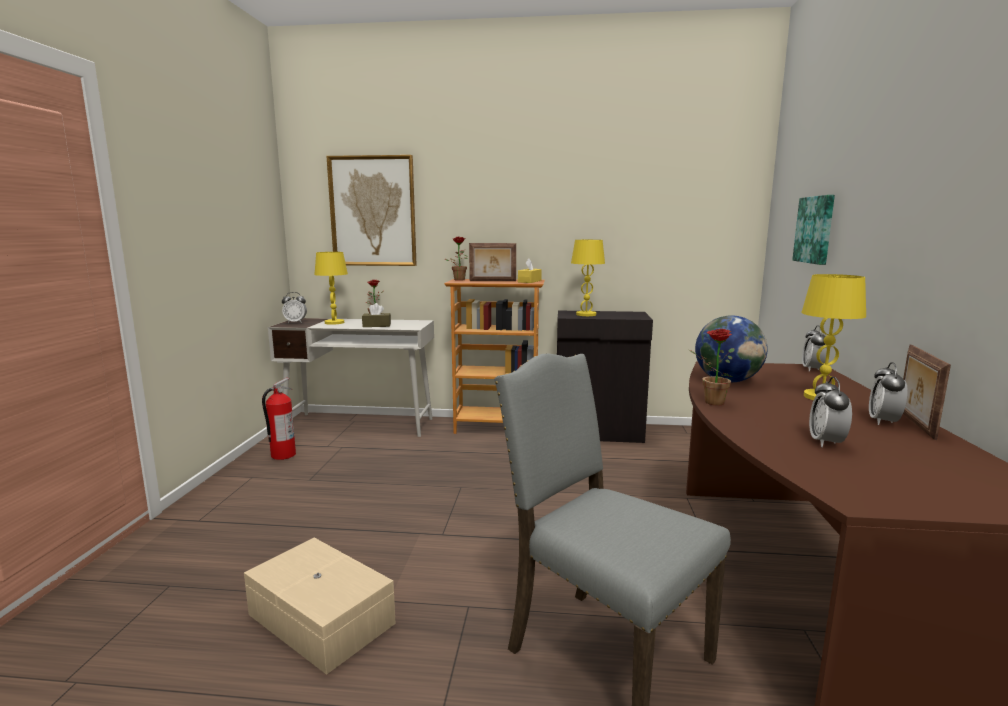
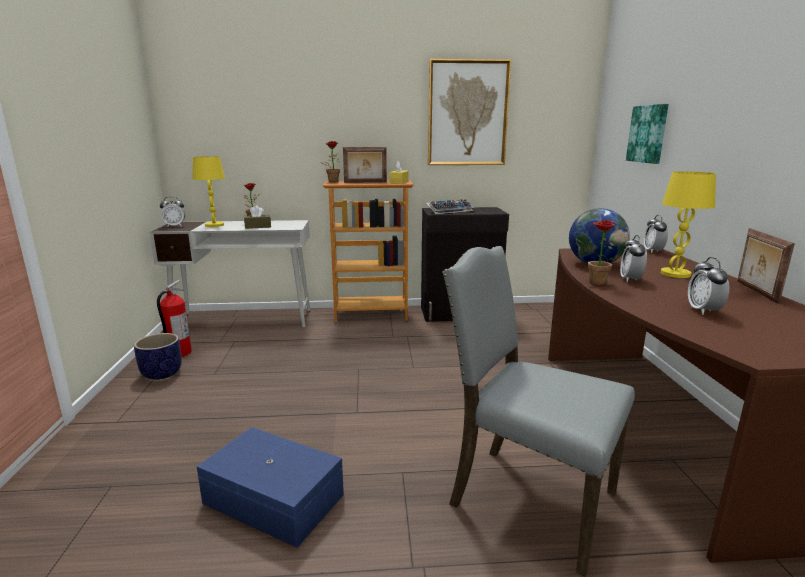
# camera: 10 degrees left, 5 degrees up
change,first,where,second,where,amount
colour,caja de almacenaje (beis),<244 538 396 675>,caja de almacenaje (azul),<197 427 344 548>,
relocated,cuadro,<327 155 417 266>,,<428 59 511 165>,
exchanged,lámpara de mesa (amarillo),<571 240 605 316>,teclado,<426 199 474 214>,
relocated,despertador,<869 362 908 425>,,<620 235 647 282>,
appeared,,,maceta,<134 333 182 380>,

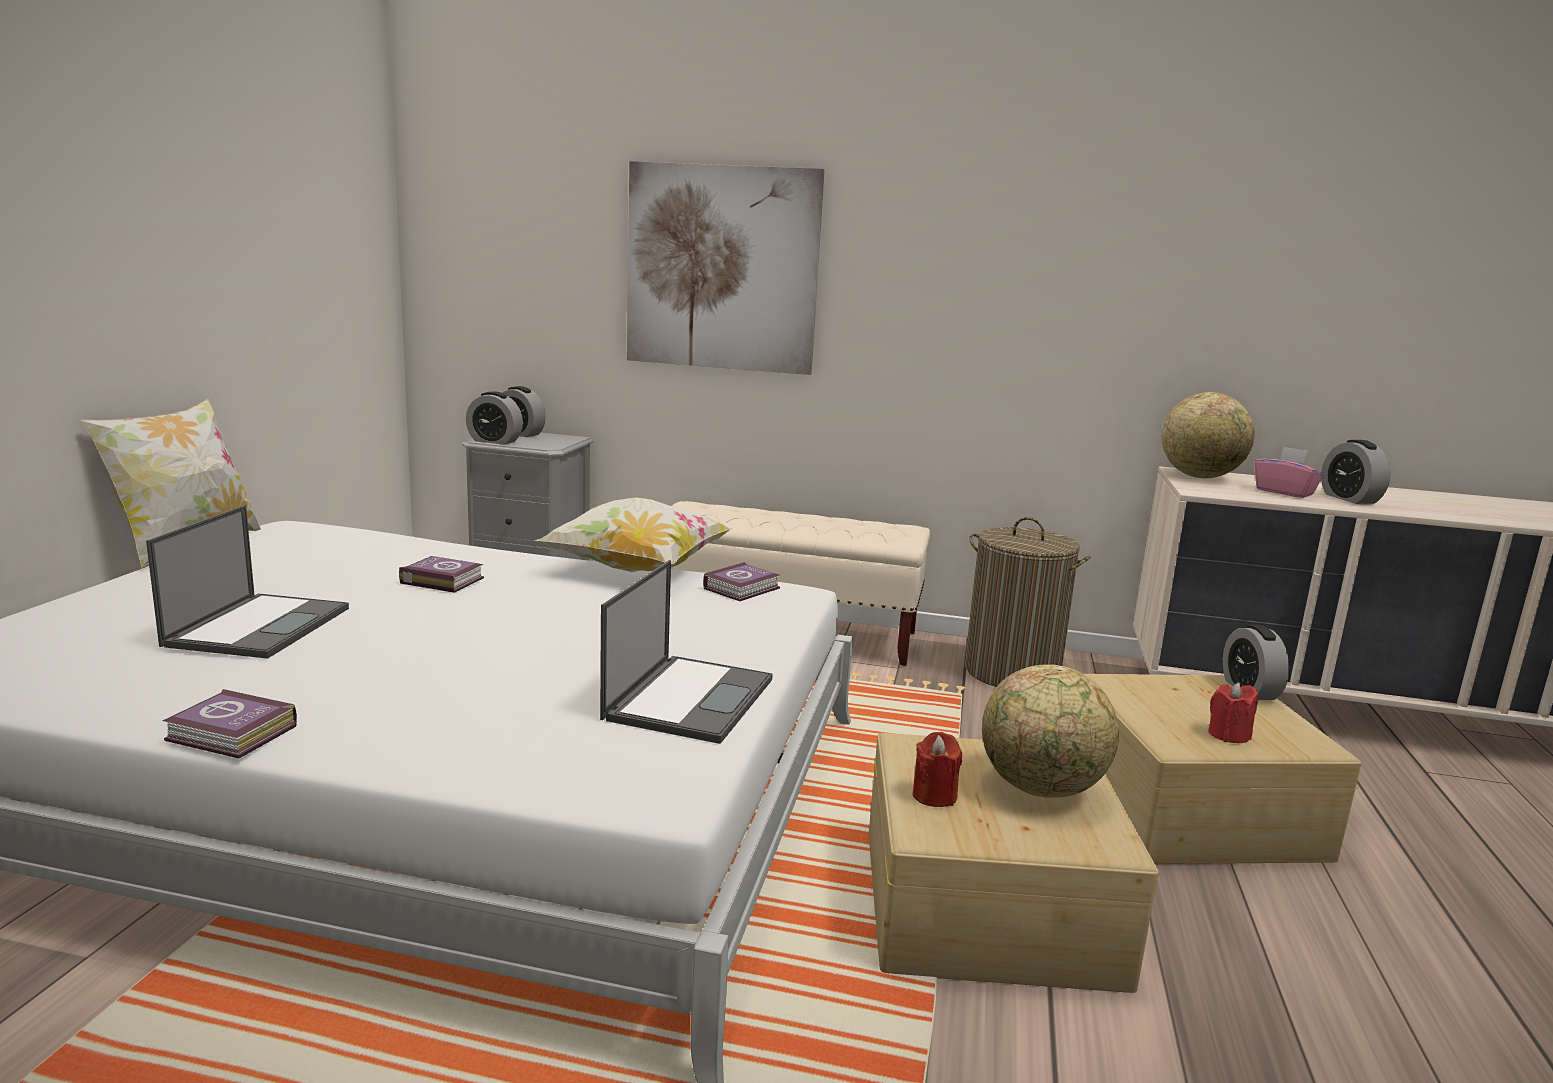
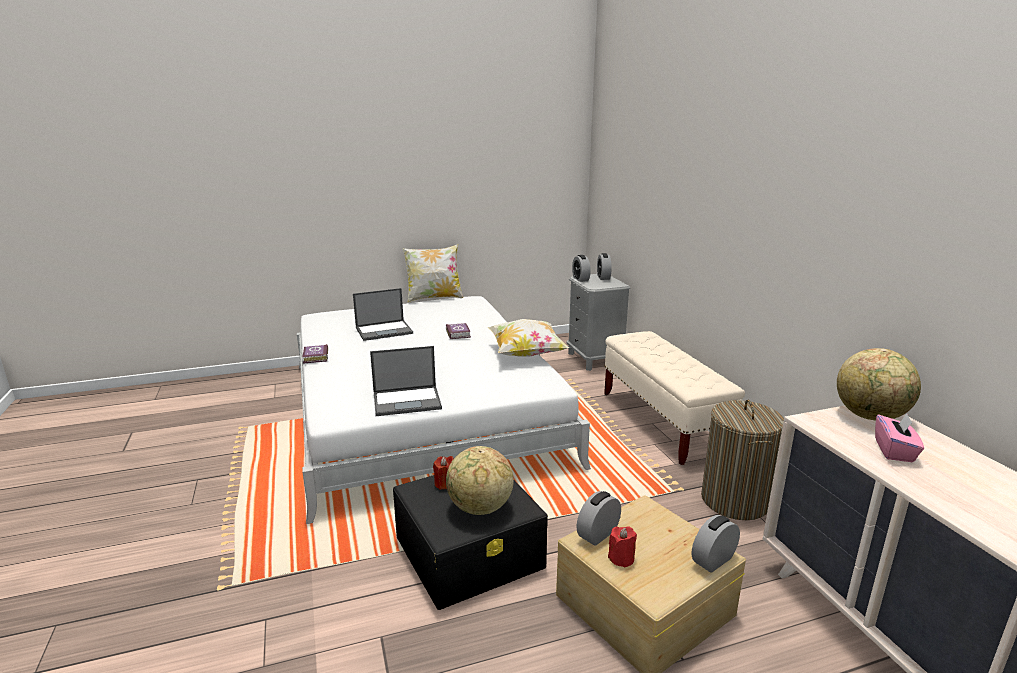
# camera: 60 degrees right, 5 degrees up
change,first,where,second,where,amount
missing,cuadro,<627 161 825 375>,,,
missing,libro,<703 562 780 601>,,,
colour,caja de almacenaje (beis),<869 733 1159 993>,caja de almacenaje (negro),<393 475 548 610>,
relocated,despertador,<1322 440 1391 504>,,<576 491 621 546>,

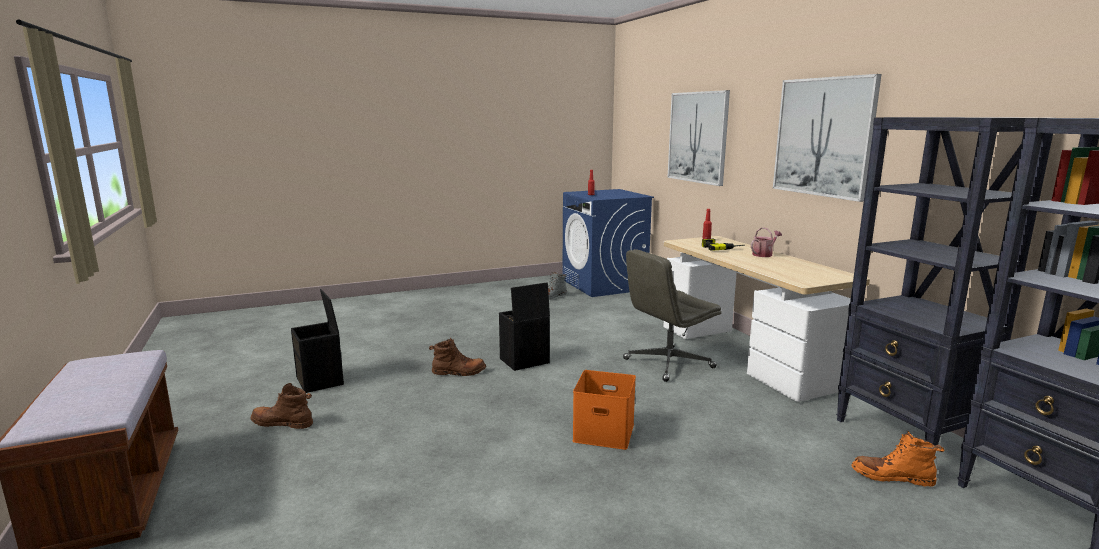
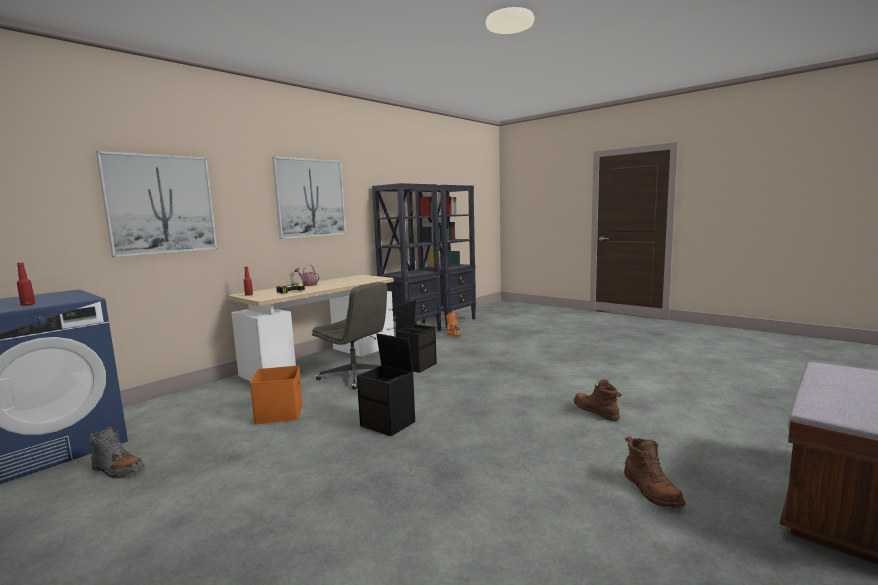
# camera: 115 degrees left, 5 degrees down
change,first,where,second,where,amount
relocated,caja de almacenaje (negro),<291 289 344 393>,,<396 300 437 373>,
relocated,bota (marrón),<429 338 486 376>,,<574 380 621 421>,
relocated,caja de almacenaje (naranja),<573 370 636 450>,,<250 366 303 424>,

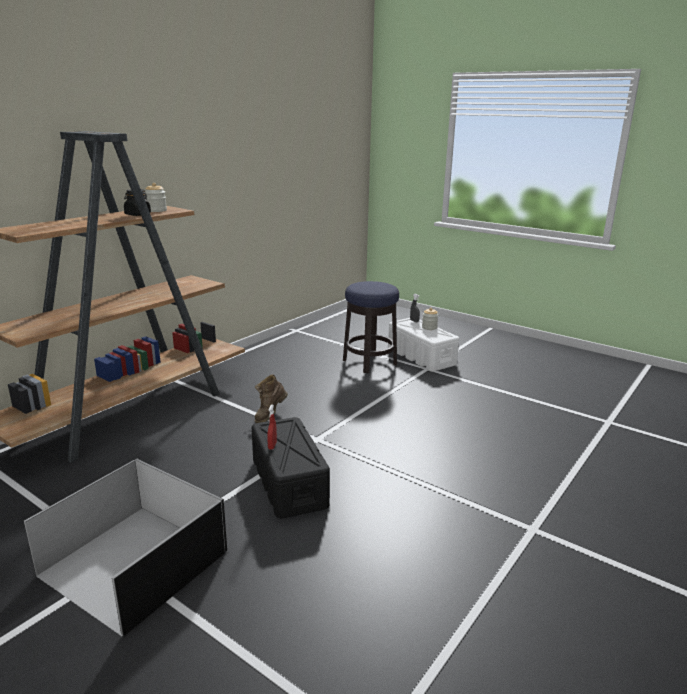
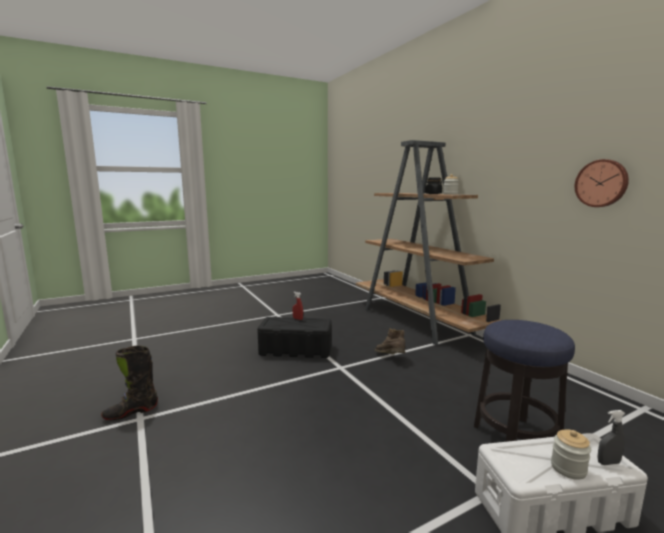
# camera: 115 degrees right, 10 degrees down
change,first,where,second,where,amount
missing,caja de almacenaje (negro),<24 459 227 637>,,,
appeared,,,bota (negro),<101 345 158 420>,
appeared,,,reloj de pared,<575 159 629 207>,

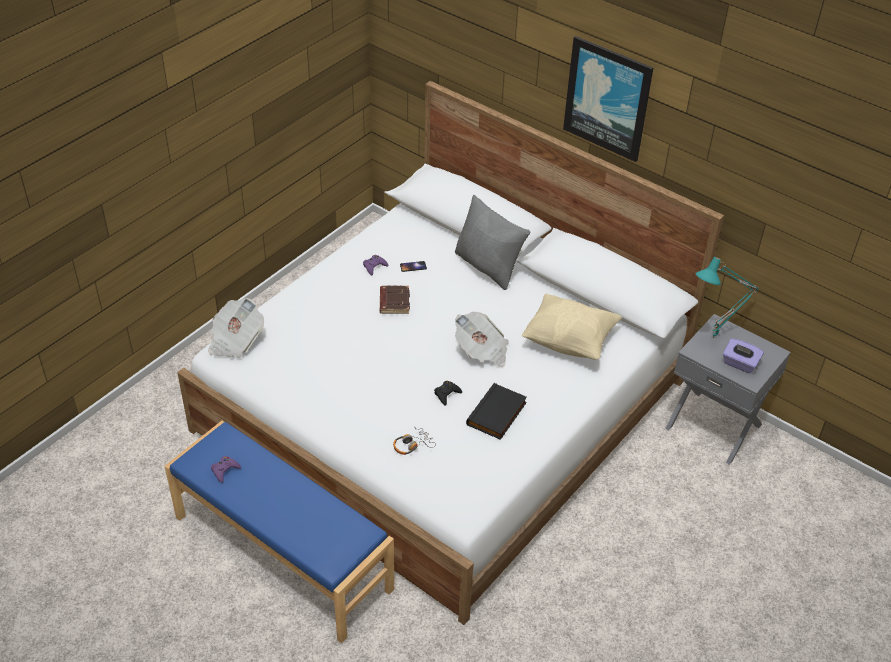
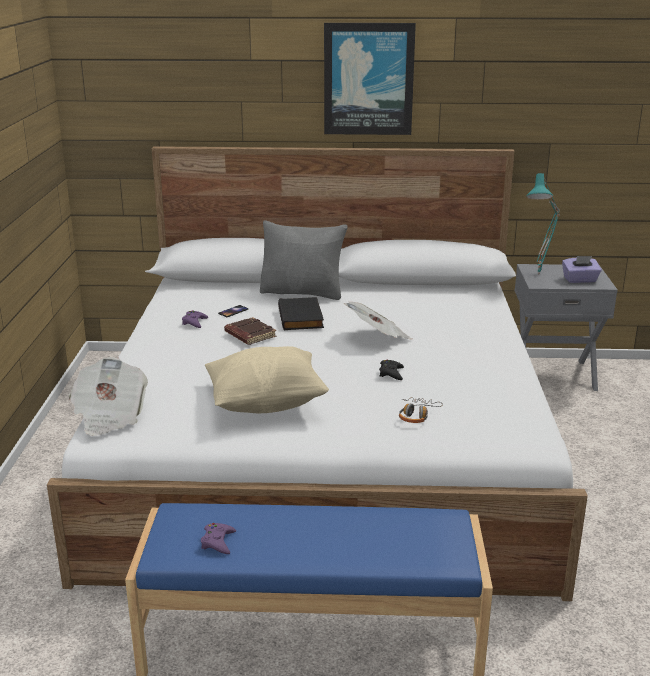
# camera: 35 degrees left, 20 degrees down
change,first,where,second,where,amount
relocated,libro (negro),<466 383 527 440>,,<278 297 324 330>,
relocated,cojín (beis),<522 293 622 360>,,<205 346 329 413>,

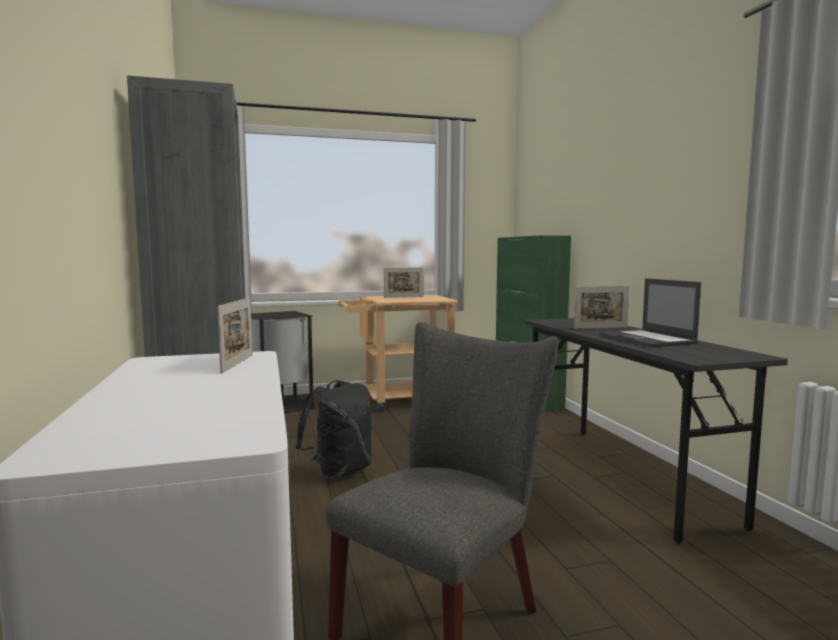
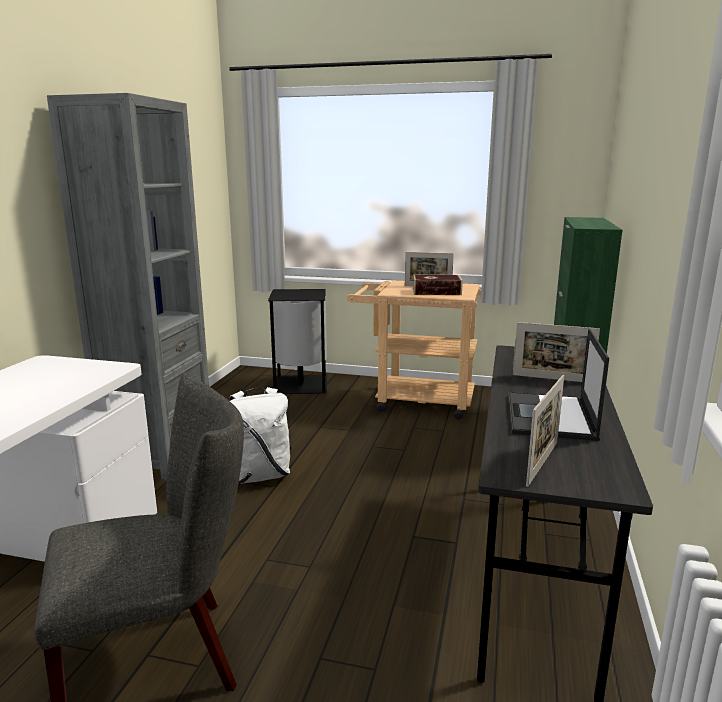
# camera: 30 degrees right, 10 degrees up
change,first,where,second,where,amount
relocated,portarretratos,<217 298 253 374>,,<526 375 564 487>,
colour,mochila (negro),<295 380 372 481>,mochila (blanco),<230 387 292 484>,
appeared,,,libro,<413 274 463 295>,

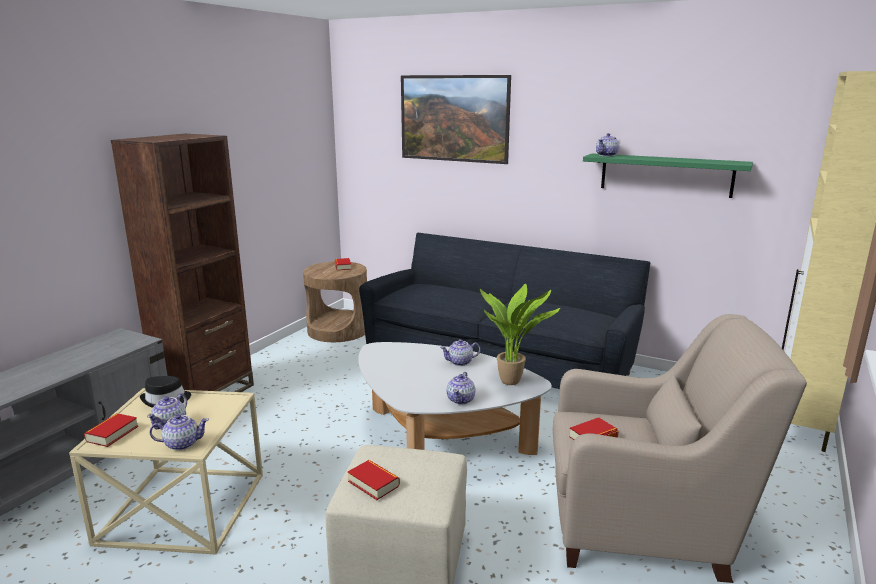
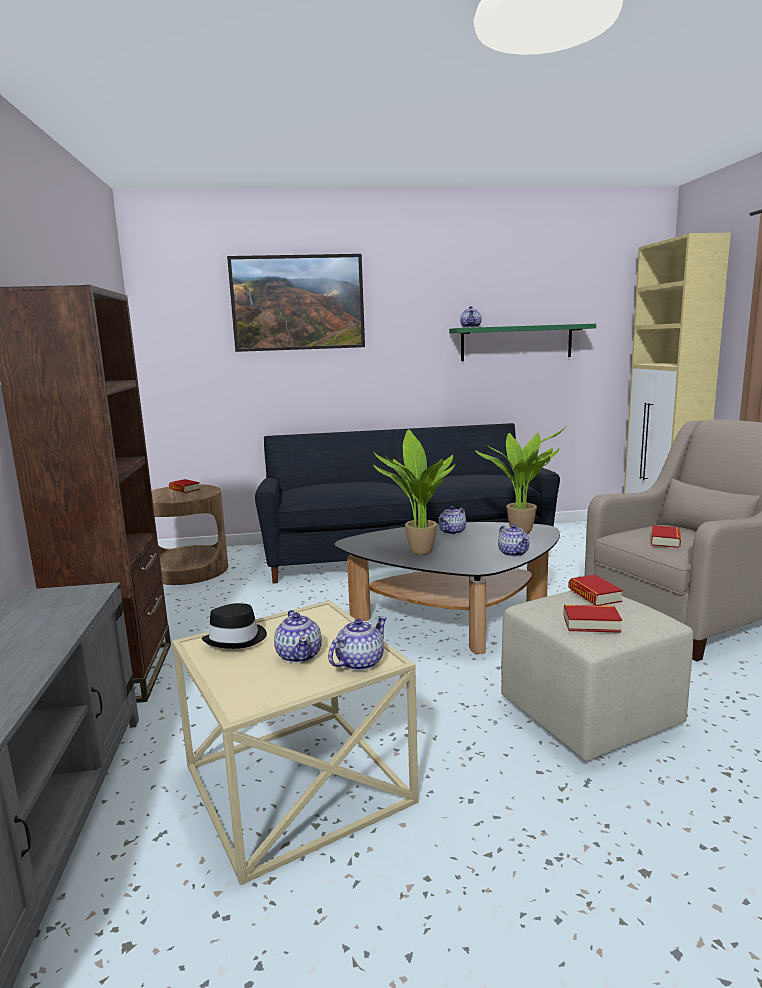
# camera: 35 degrees left, 5 degrees down
change,first,where,second,where,amount
relocated,libro,<84 413 138 447>,,<568 575 623 606>,
colour,mesa de centro (blanco),<358 342 552 455>,mesa de centro (negro),<335 522 560 654>,
appeared,,,planta en maceta,<373 429 455 555>,

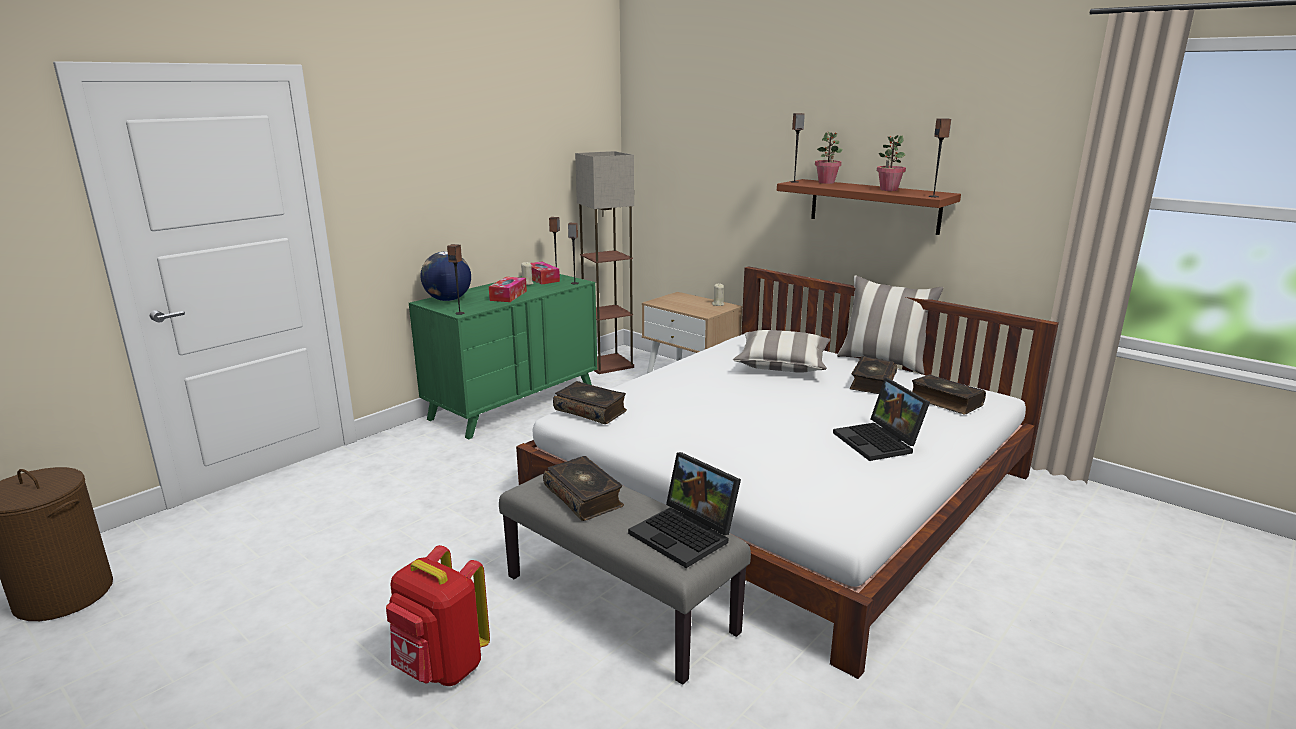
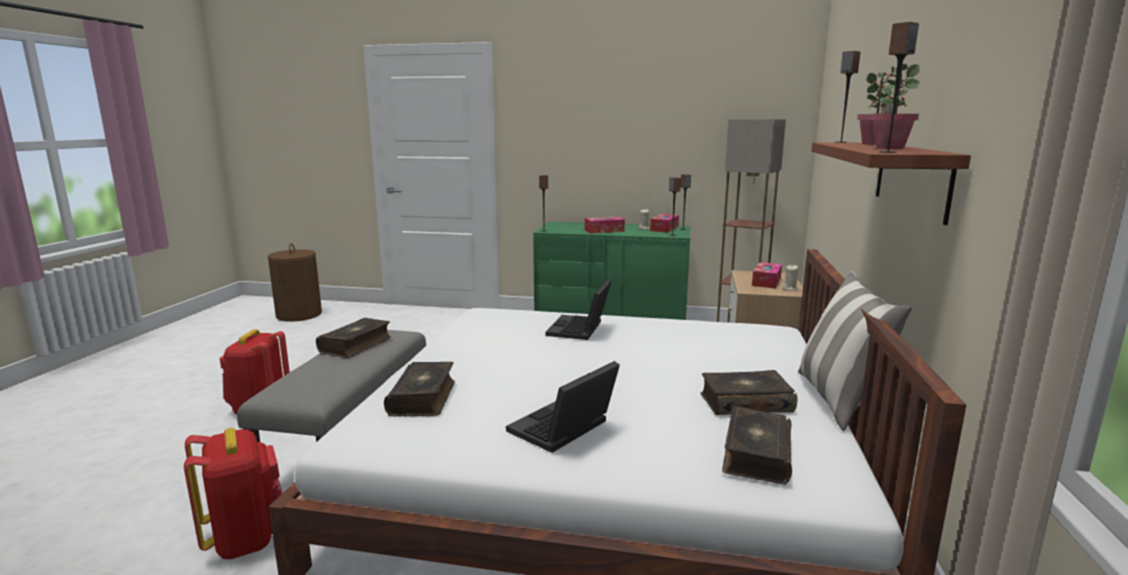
# camera: 60 degrees right, 5 degrees down
change,first,where,second,where,amount
missing,globo terráqueo,<420 252 471 301>,,,
relocated,libro,<553 381 627 424>,,<384 362 455 416>,
relocated,portátil,<628 452 741 568>,,<545 279 612 340>,
missing,cojín,<733 330 830 373>,,,
appeared,,,mochila (rojo),<184 428 283 559>,
appeared,,,caja de pañuelos,<752 262 782 288>,

